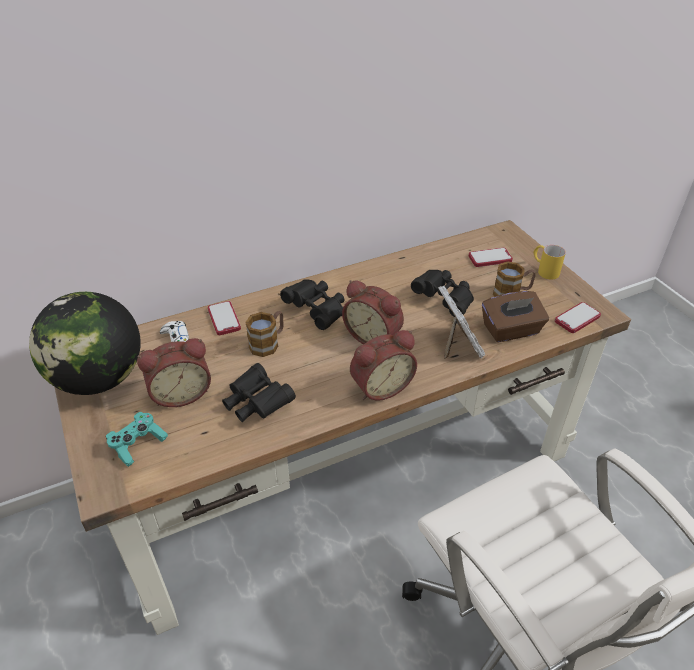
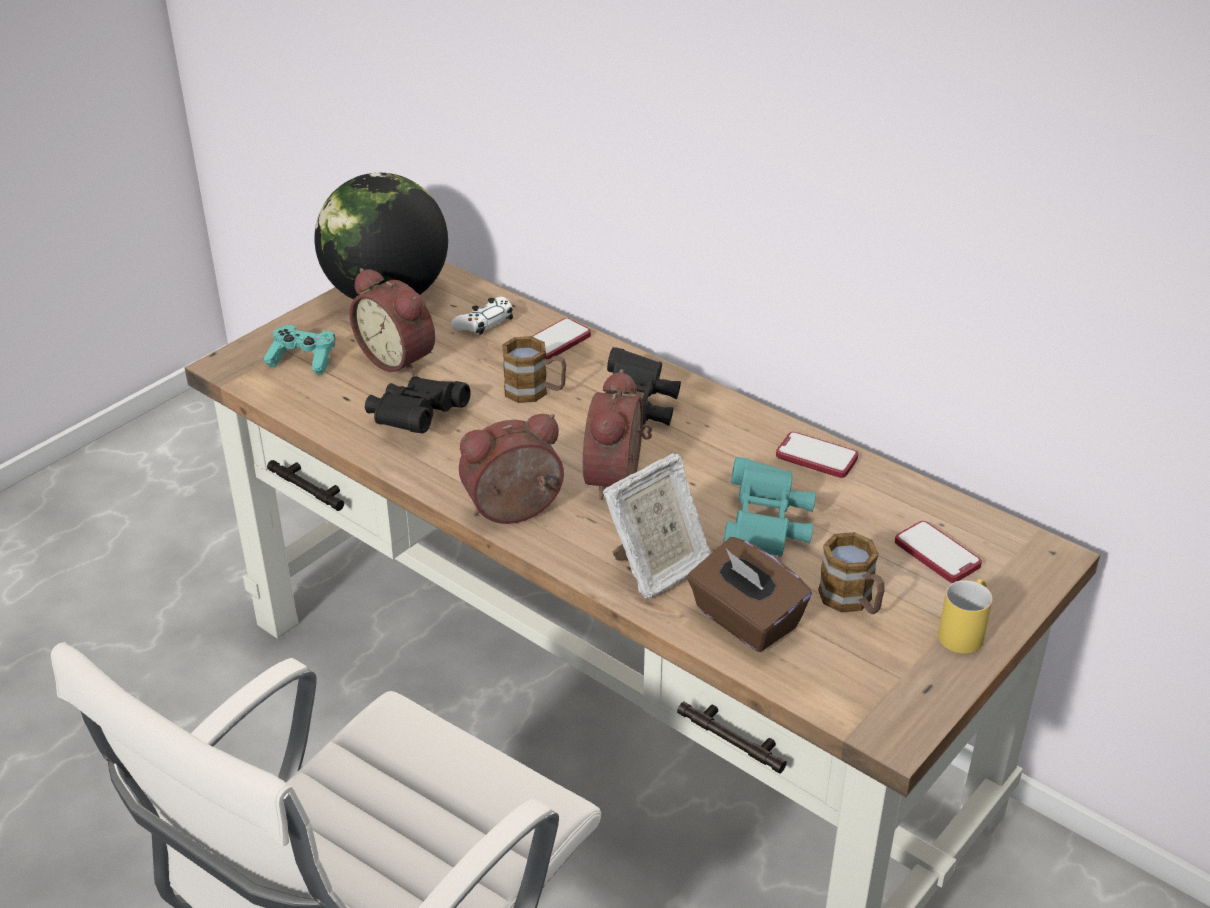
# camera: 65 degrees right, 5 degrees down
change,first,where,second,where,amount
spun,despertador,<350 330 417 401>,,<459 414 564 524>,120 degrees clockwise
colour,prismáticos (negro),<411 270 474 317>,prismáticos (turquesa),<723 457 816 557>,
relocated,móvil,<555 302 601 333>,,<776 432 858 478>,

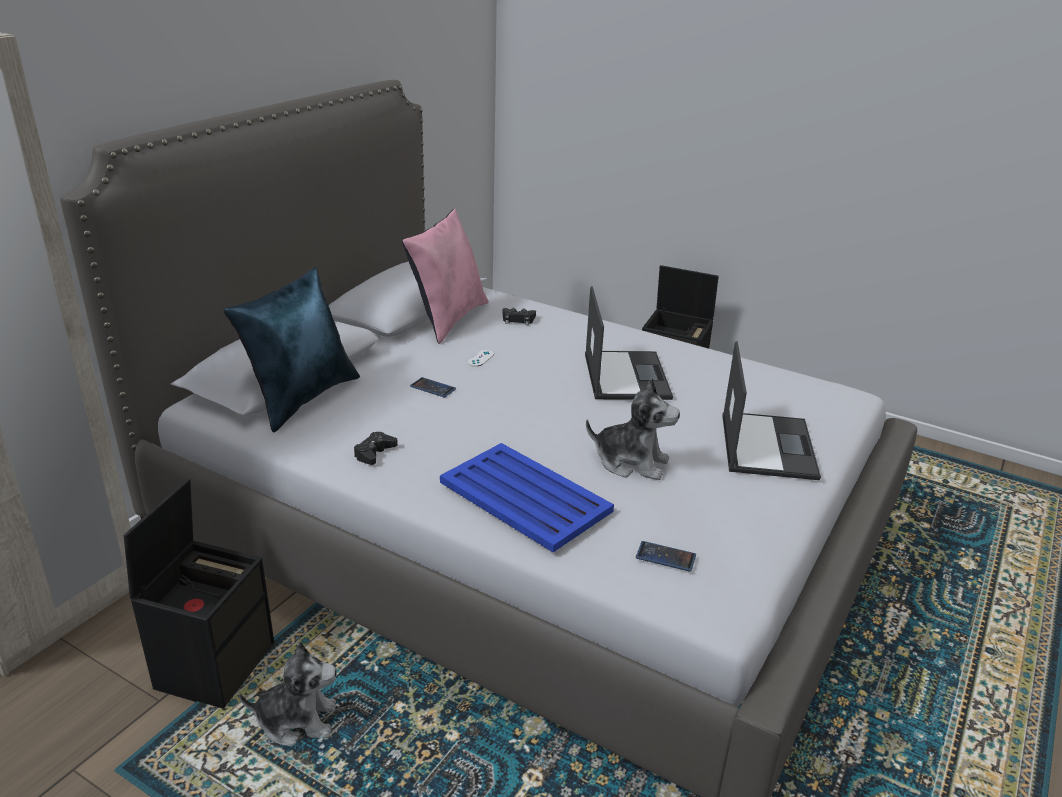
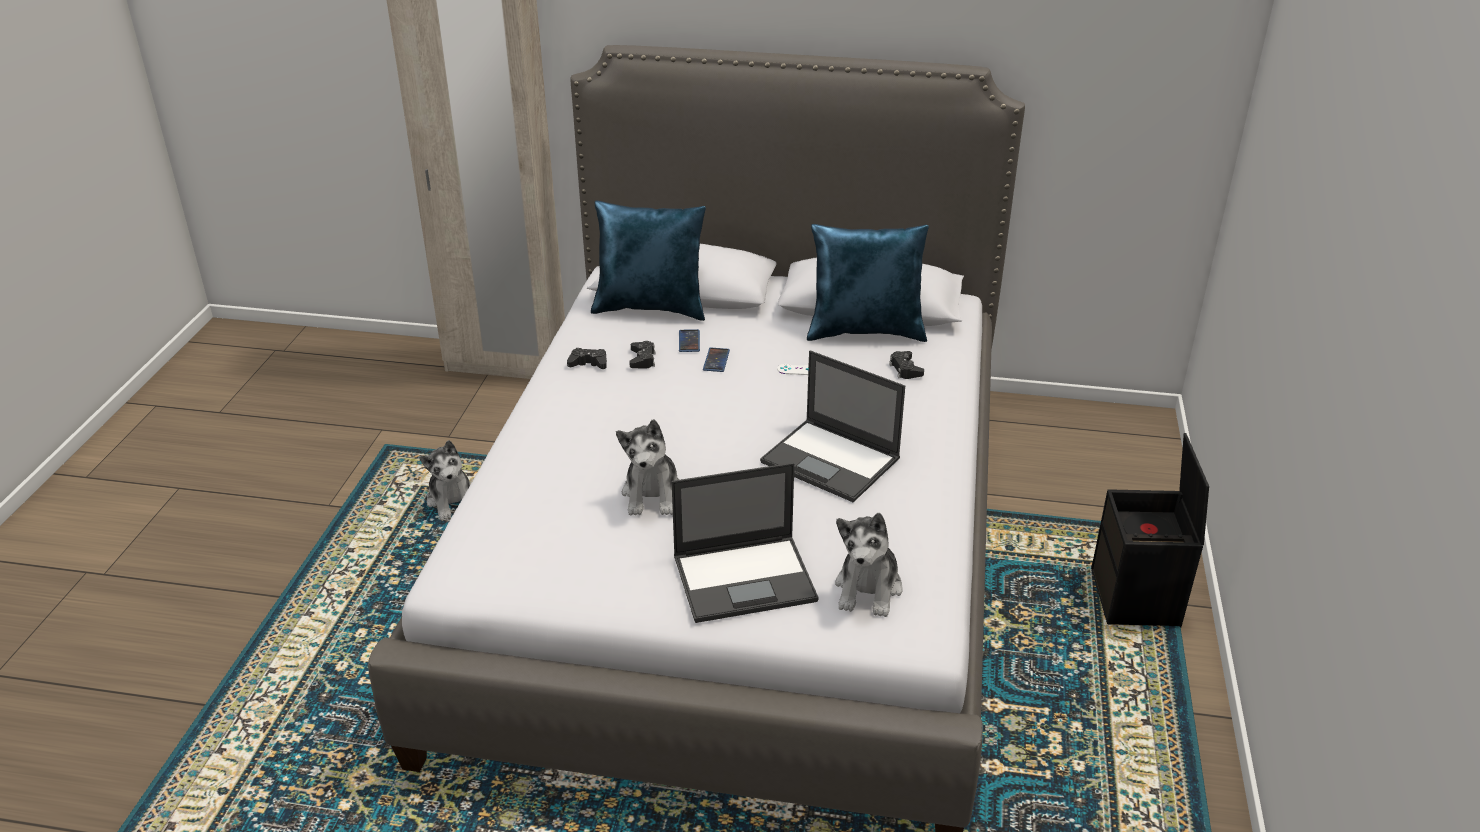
# camera: 70 degrees right, 5 degrees up
change,first,where,second,where,amount
missing,caja de almacenaje (negro),<124 478 274 709>,,,
colour,cojín (rosa),<402 209 489 344>,cojín (azul),<807 224 929 342>,
missing,bandeja (azul),<440 443 614 552>,,,
spun,portátil,<585 286 673 400>,,<760 350 905 502>,60 degrees clockwise
relocated,móvil,<636 541 696 572>,,<679 329 700 352>,
appeared,,,mando de consola (negro),<629 341 655 369>,
appeared,,,peluche,<835 513 903 617>,

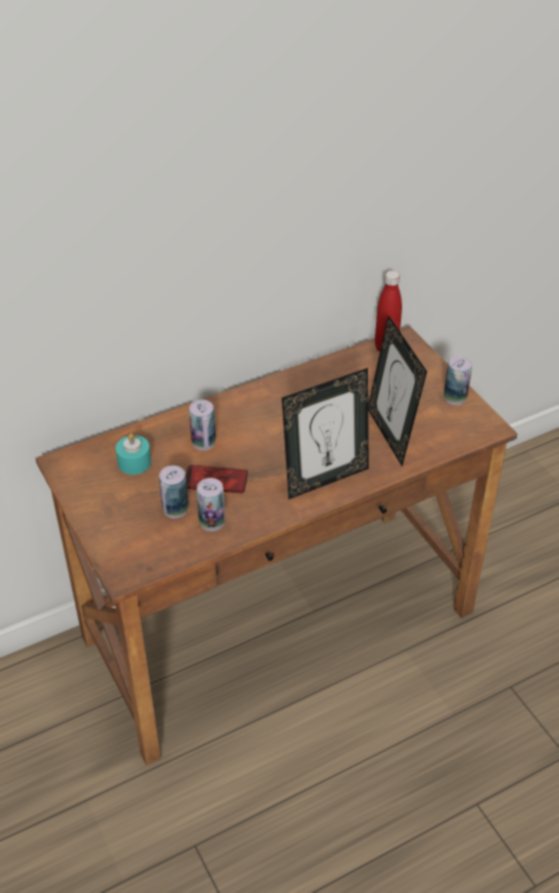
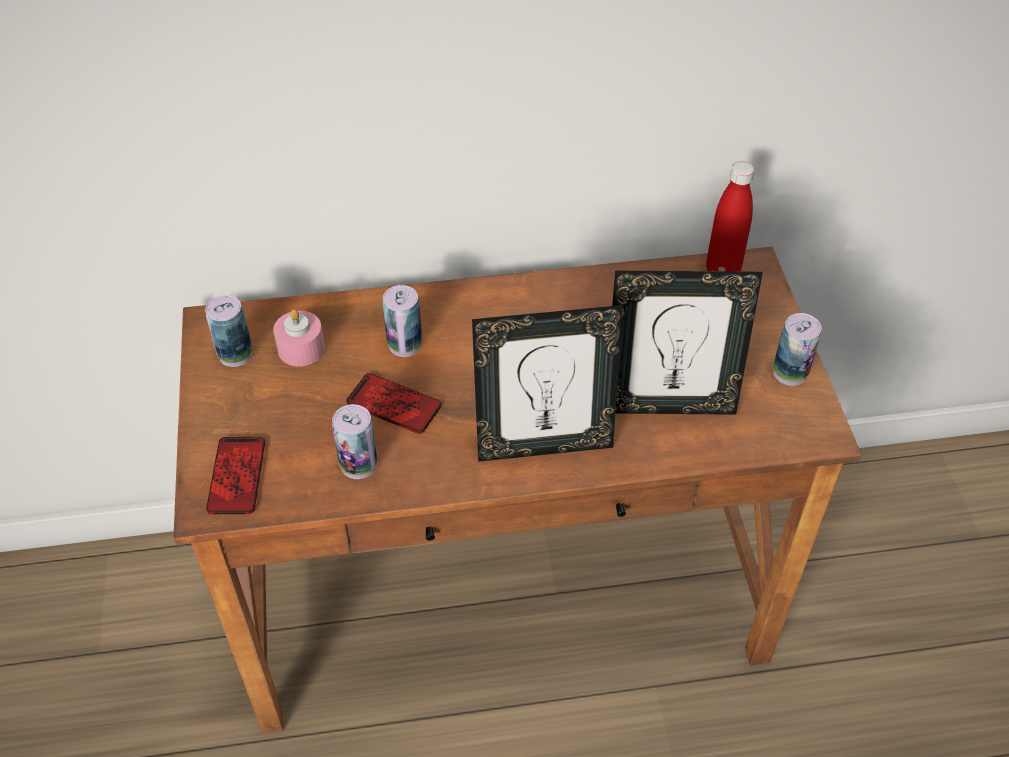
# camera: 20 degrees right, 5 degrees up
change,first,where,second,where,amount
colour,vela (turquesa),<116 433 151 475>,vela (rosa),<273 309 325 367>,
relocated,lata,<159 465 188 519>,,<205 295 252 367>,
spun,portarretratos,<368 315 427 466>,,<612 271 763 415>,90 degrees counterclockwise
appeared,,,móvil,<206 437 265 514>,

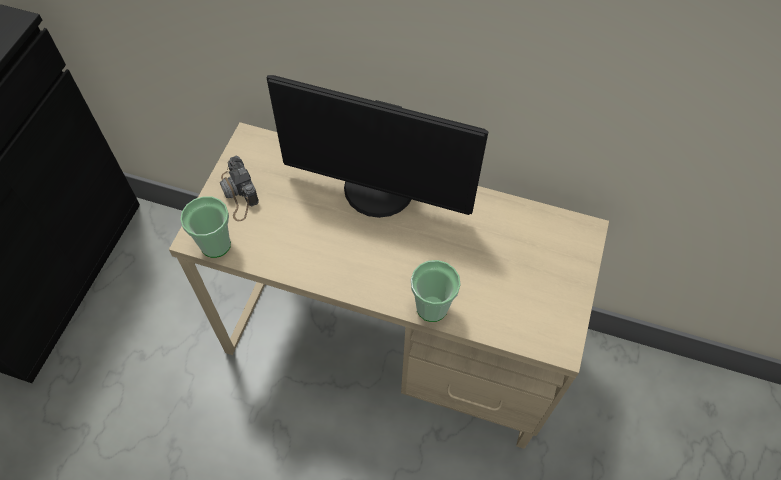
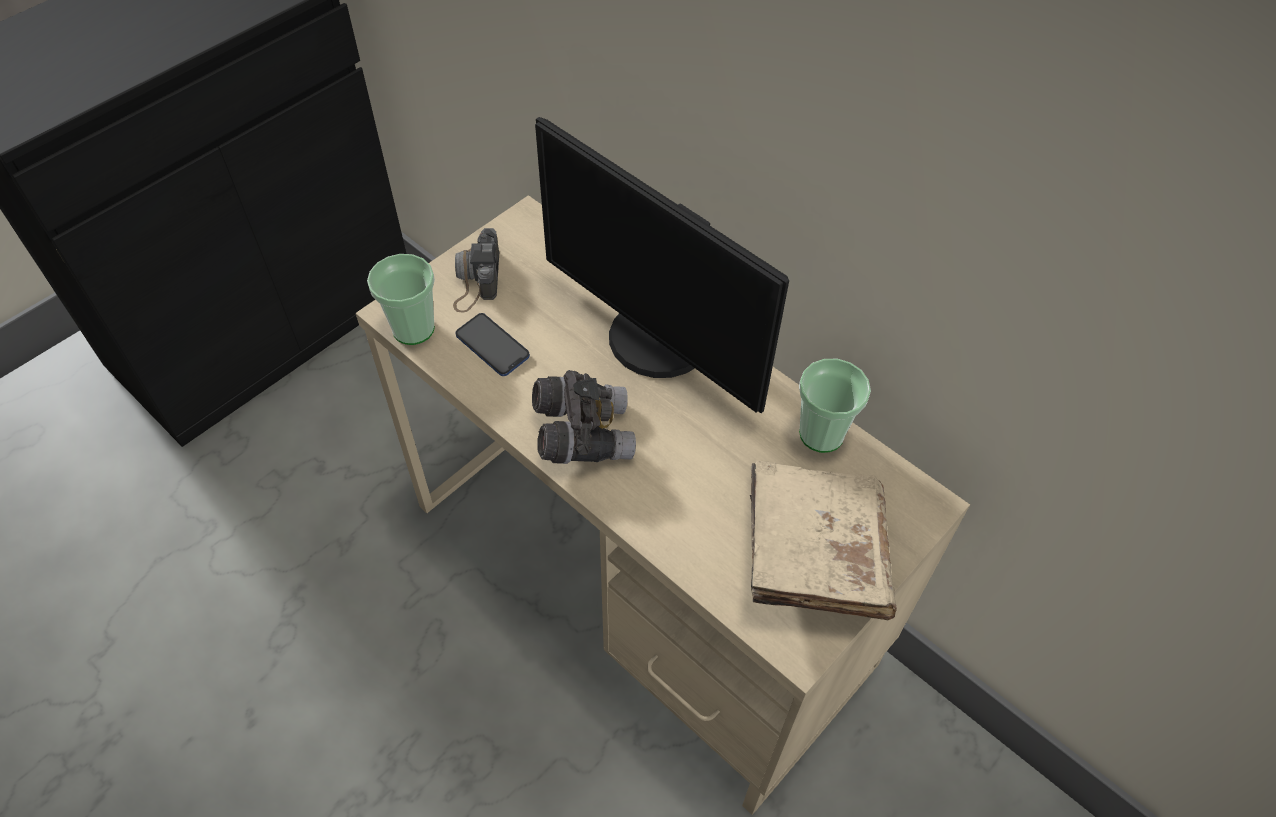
# camera: 25 degrees right, 5 degrees down
change,first,where,second,where,amount
relocated,taza,<411 260 461 322>,,<799 359 871 453>,
appeared,,,móvil,<455 313 530 376>,
appeared,,,prismáticos (gris),<532 370 636 464>,
appeared,,,libro (beis),<750 460 897 620>,

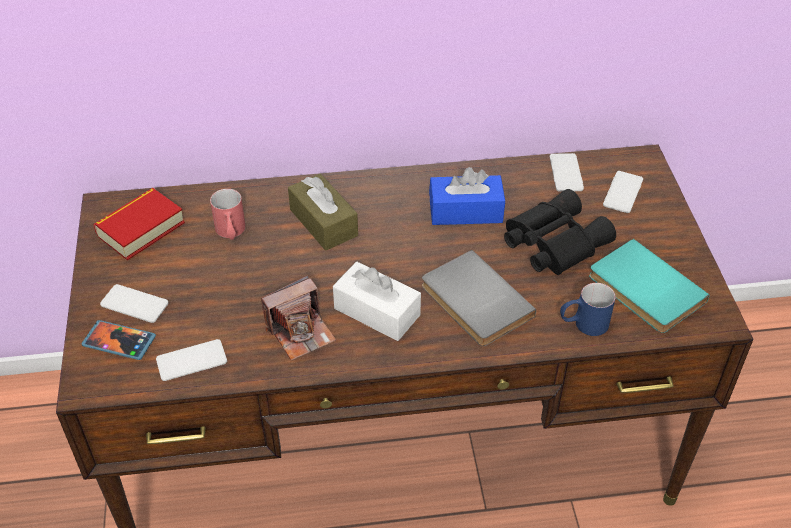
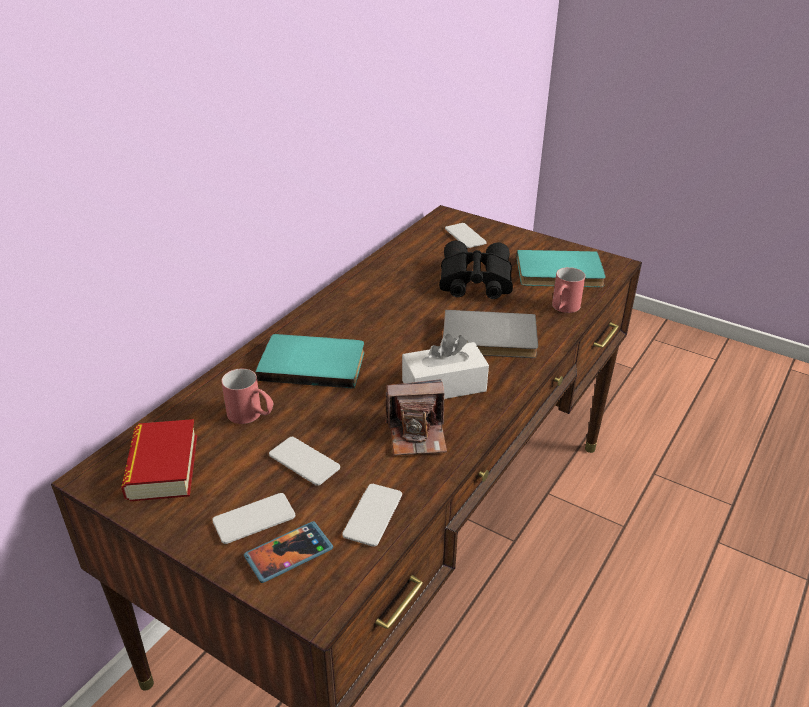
# camera: 50 degrees left, 10 degrees down
change,first,where,second,where,amount
spun,cámara,<261 275 336 361>,,<385 380 447 455>,75 degrees clockwise
exchanged,caja de pañuelos (marrón),<288 174 358 250>,libro (turquesa),<255 334 364 389>,
missing,caja de pañuelos (azul),<429 167 505 225>,,,
relocated,móvil,<550 153 584 192>,,<269 437 340 486>,
colour,taza grande (azul),<560 283 616 336>,taza grande (rojo),<552 267 585 313>,

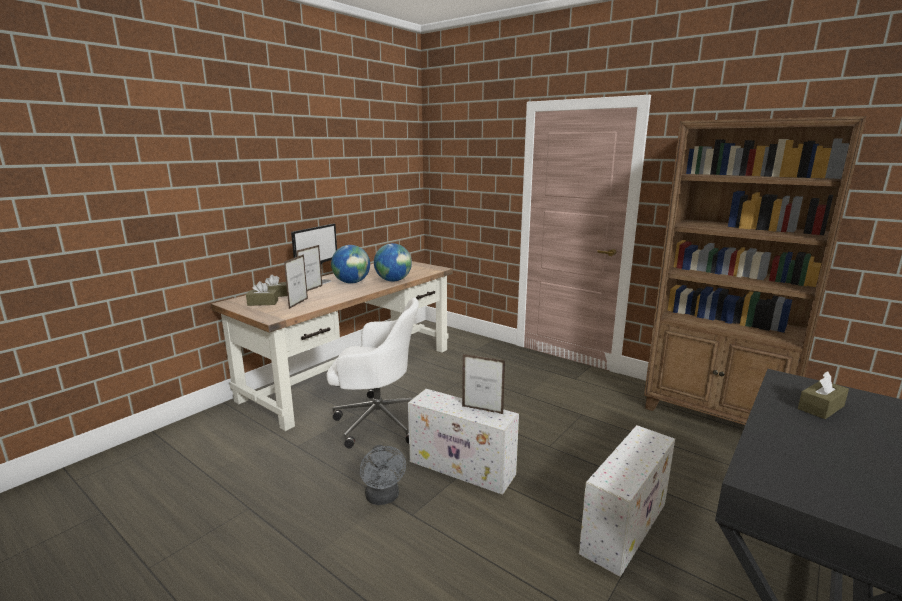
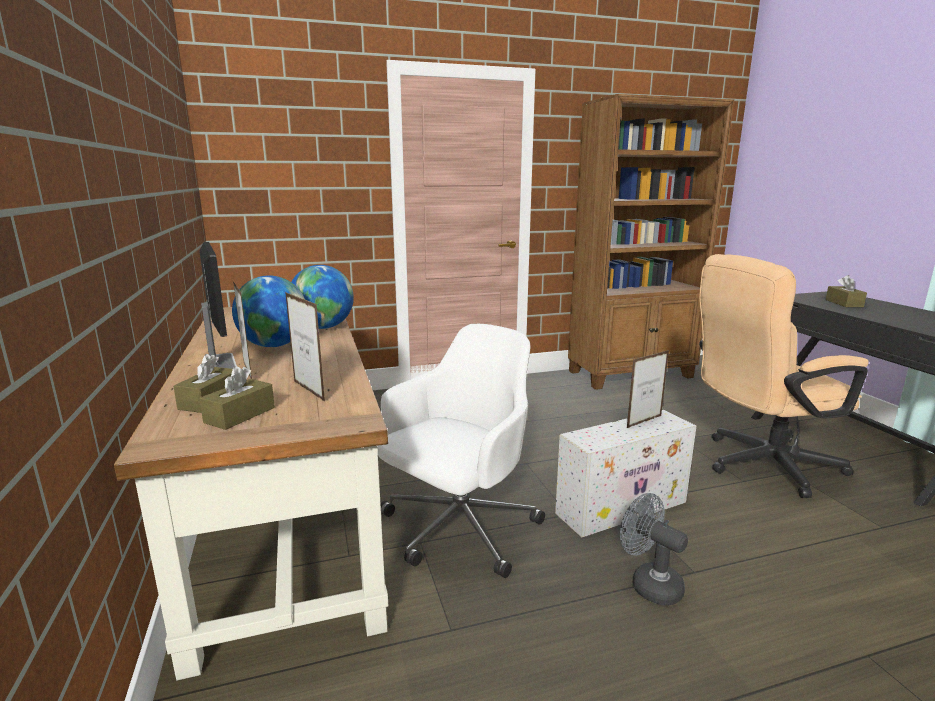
# camera: 55 degrees left, 0 degrees up
change,first,where,second,where,amount
spun,ventilador (gris),<360 445 406 505>,,<620 493 688 605>,150 degrees counterclockwise
exchanged,caja de almacenaje (blanco),<579 425 675 577>,silla de oficina (beis),<699 254 869 498>,

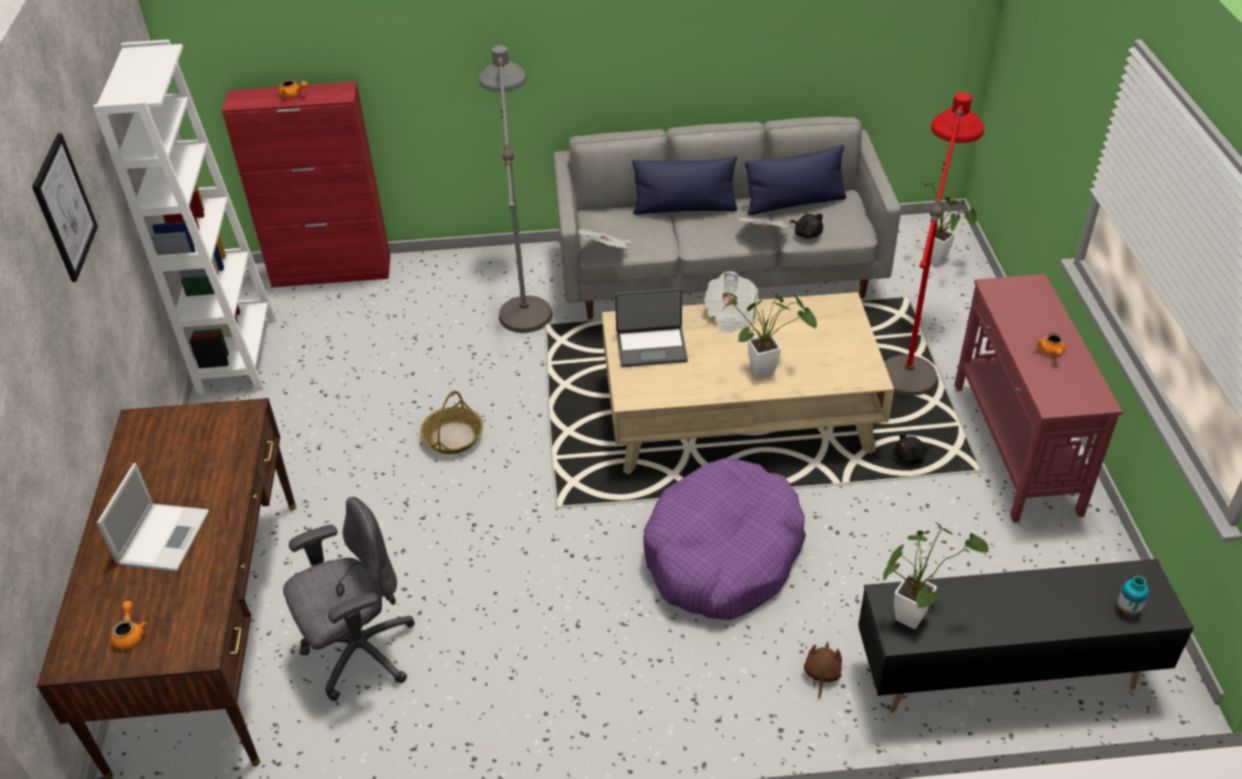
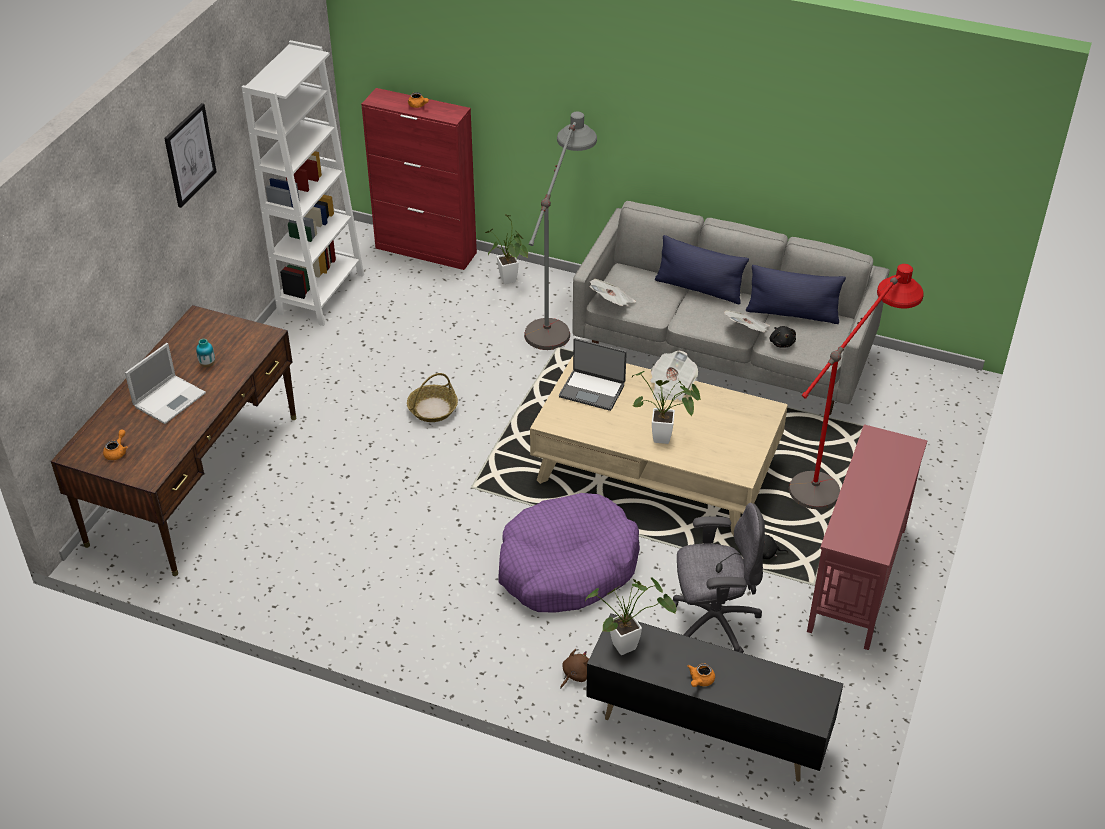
# camera: 25 degrees right, 0 degrees up
change,first,where,second,where,amount
relocated,silla de oficina (gris),<283 497 415 701>,,<673 503 765 653>,
relocated,planta en maceta,<912 183 977 264>,,<485 214 528 284>,
relocated,tetera (naranja),<1036 333 1066 356>,,<687 663 715 687>,
relocated,florero,<1118 576 1149 615>,,<196 339 215 367>,

